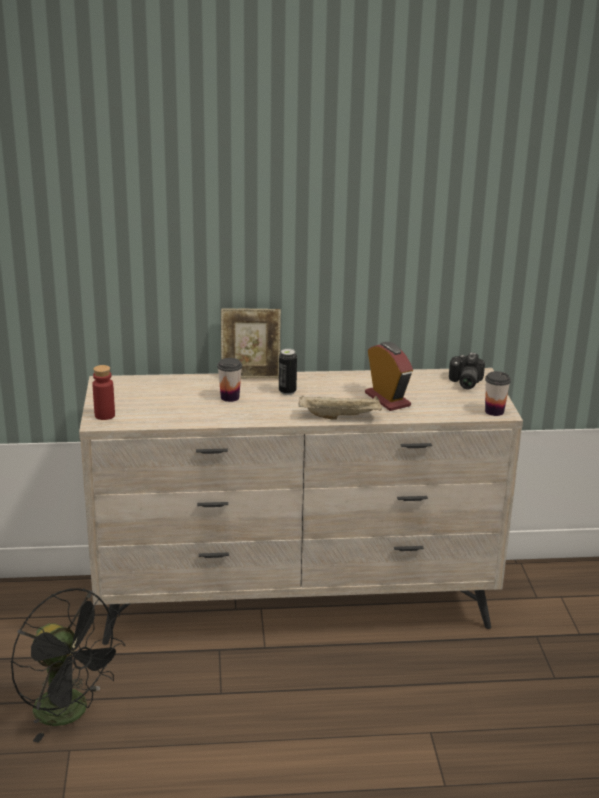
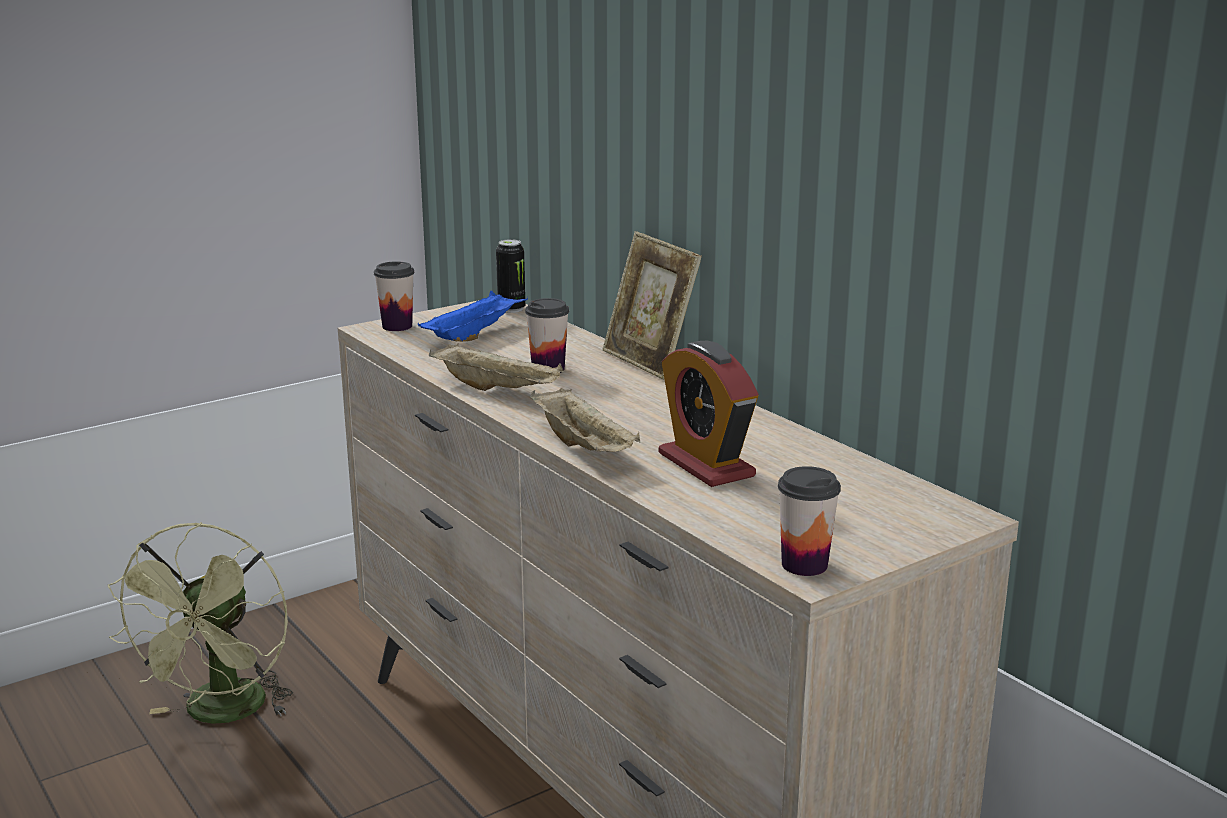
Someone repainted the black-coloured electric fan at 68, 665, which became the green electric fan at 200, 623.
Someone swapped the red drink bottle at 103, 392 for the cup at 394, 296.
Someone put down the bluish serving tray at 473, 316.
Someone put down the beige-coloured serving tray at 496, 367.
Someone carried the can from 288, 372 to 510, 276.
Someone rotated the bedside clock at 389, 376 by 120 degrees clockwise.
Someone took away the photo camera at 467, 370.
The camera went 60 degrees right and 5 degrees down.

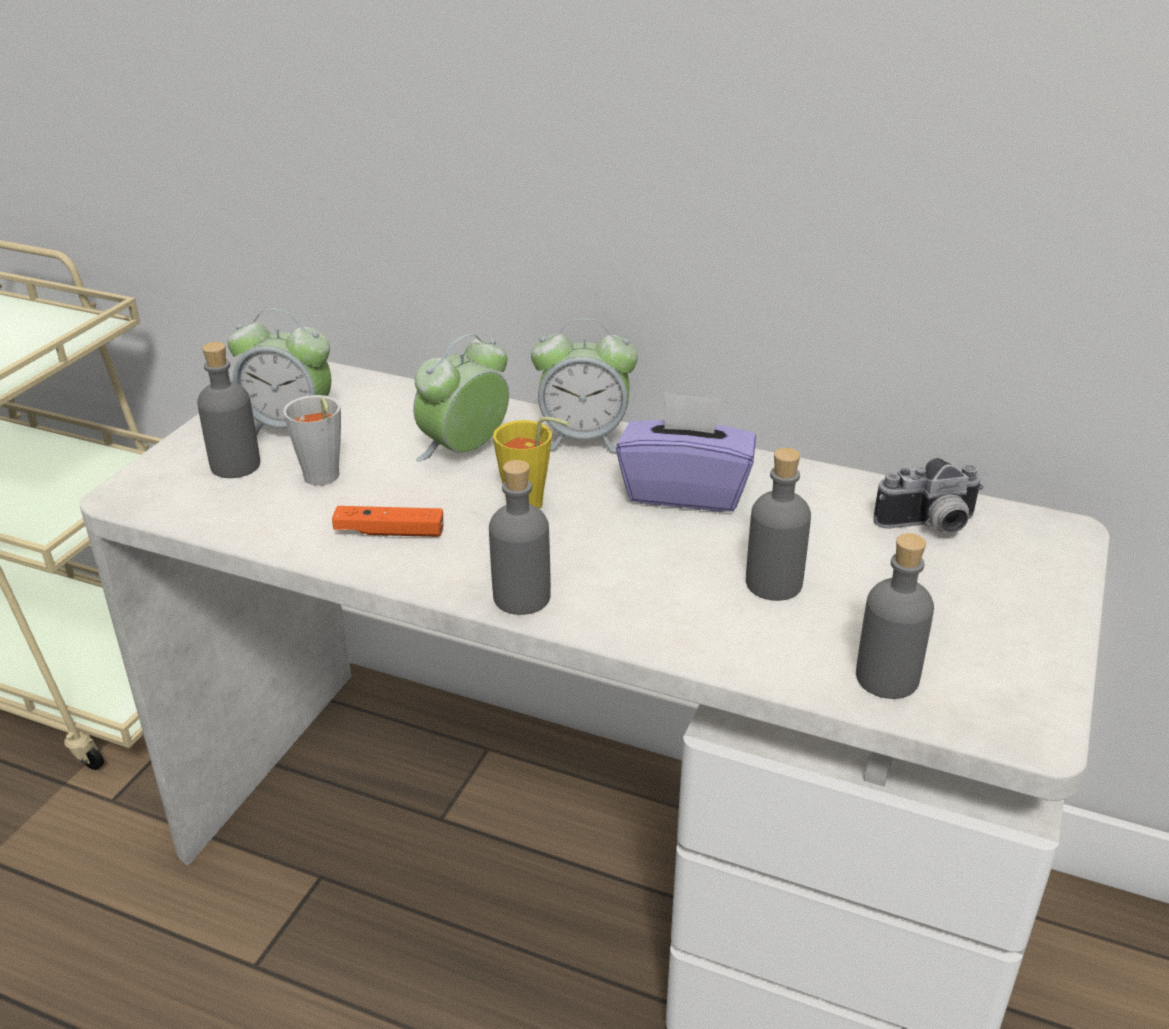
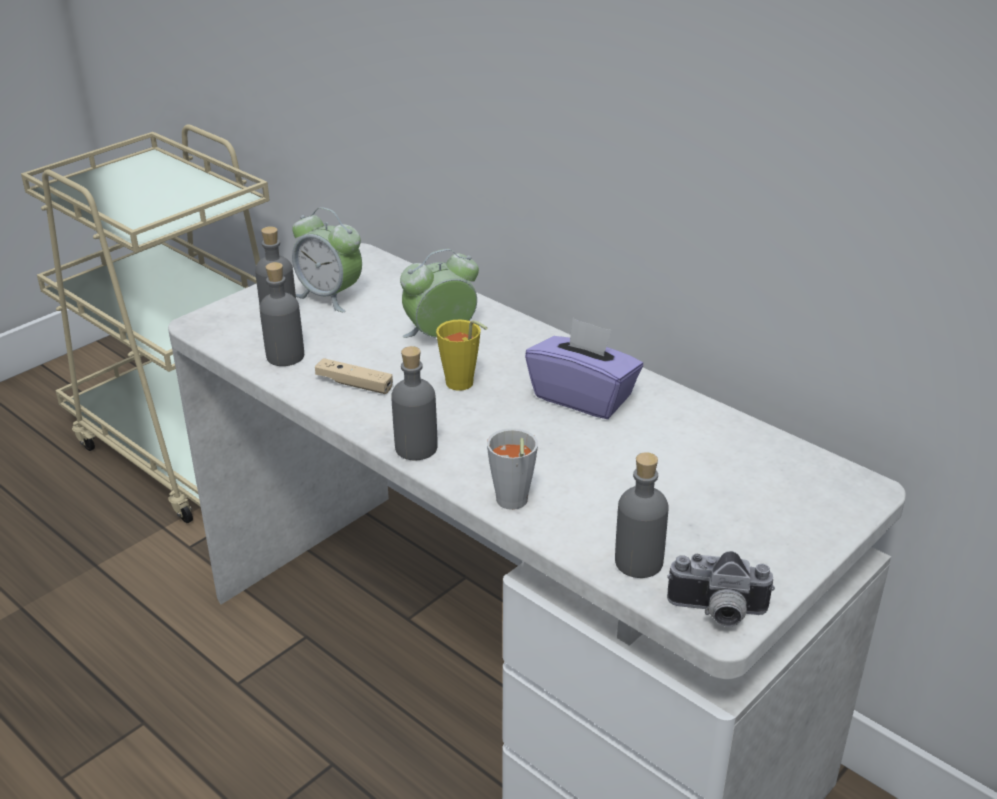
Someone carried the gray drink bottle from 778, 524 to 282, 314.
Someone repainted the orangey gamepad at 387, 521, which became the beige-coloured gamepad at 354, 376.
Someone carried the gray cup from 312, 440 to 512, 469.
Someone carried the photo camera from 929, 495 to 721, 589.
Someone took away the bedside clock at 584, 386.
The camera went 20 degrees right and 0 degrees up.

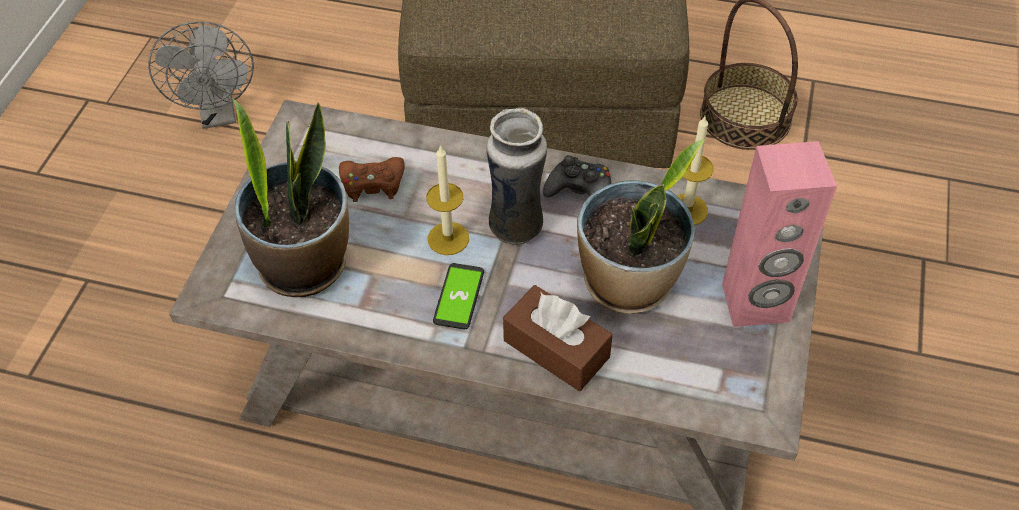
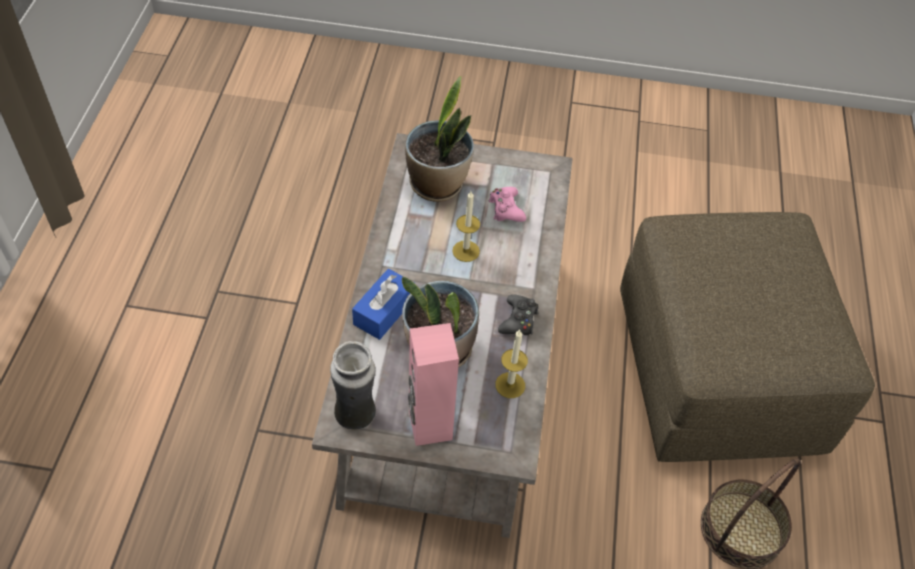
Someone carried the decorative vase from 517, 176 to 353, 385.
Someone repainted the brown-coloured tissue box at 558, 338, which became the bluish tissue box at 381, 304.
Someone repainted the brown-coloured gamepad at 372, 179, which became the pinkish gamepad at 507, 204.
Someone took away the gray electric fan at 201, 75.
Someone took away the handset at 458, 296.
The camera went 80 degrees right and 0 degrees up.

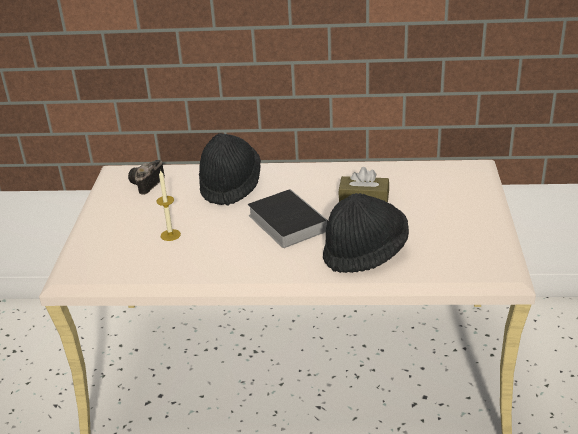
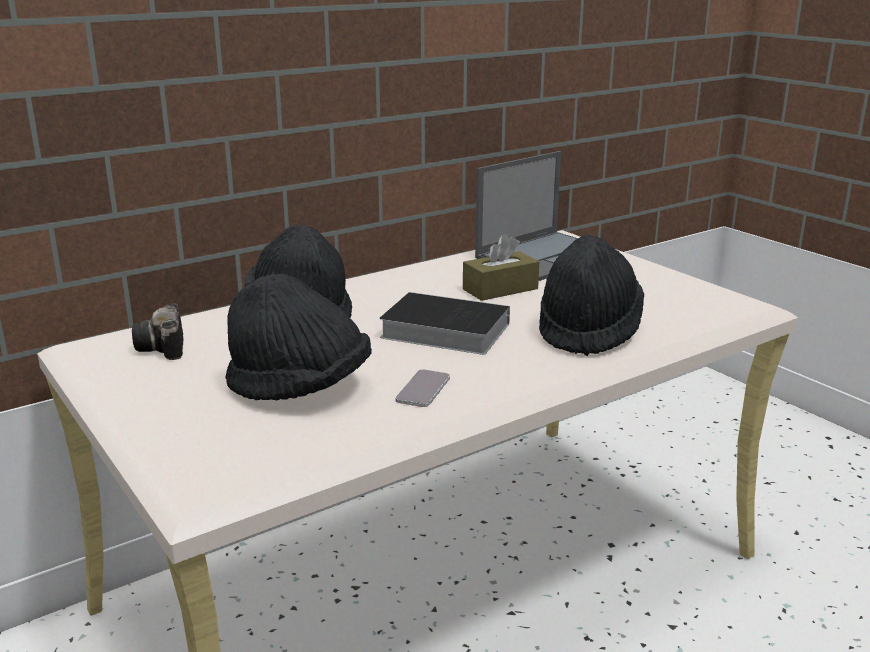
Someone swapped the candle at 168, 205 for the black-coloured wearable hat at 298, 337.
Someone put down the handset at 422, 388.
Someone put down the portable computer at 547, 216.
The camera went 40 degrees left and 10 degrees down.

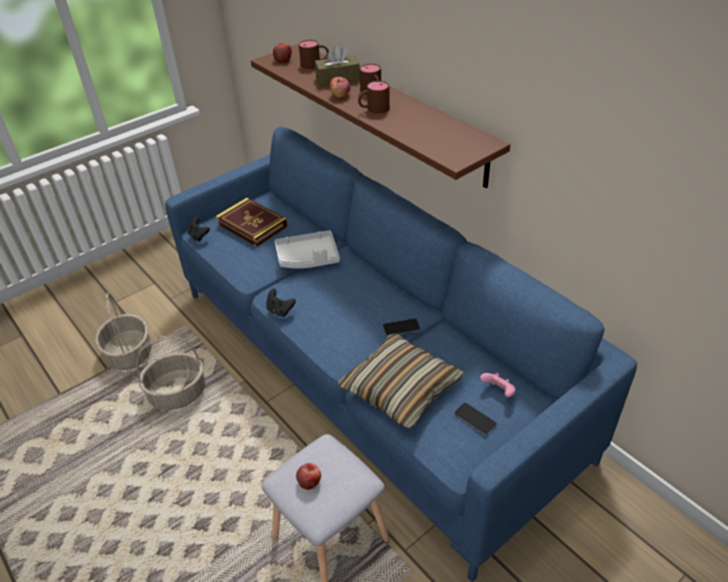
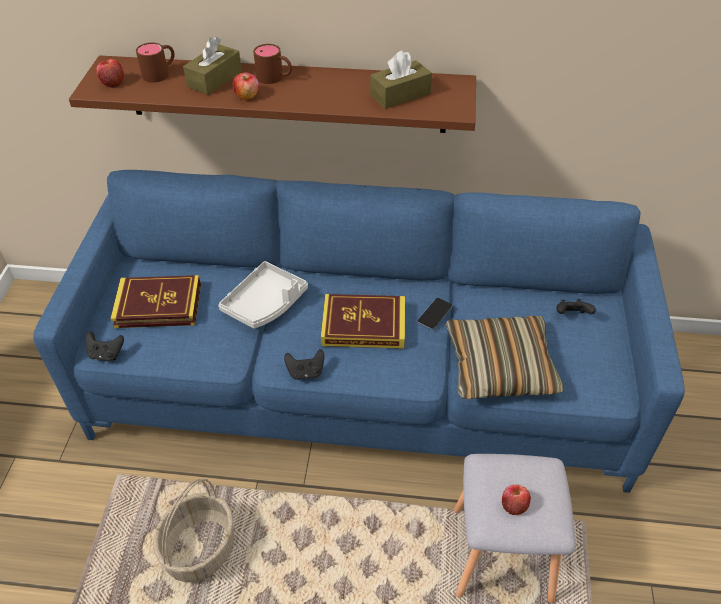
Someone put down the book at 363, 321.
Someone put down the brown-coloured tissue box at 401, 80.
Someone repainted the pinkish gamepad at 498, 385, which became the black-coloured gamepad at 576, 306.
Someone took away the basket at 123, 331.
Someone took away the brown-coloured tea mug at 374, 97.
Someone took away the handset at 475, 419.
The camera went 45 degrees left and 5 degrees up.

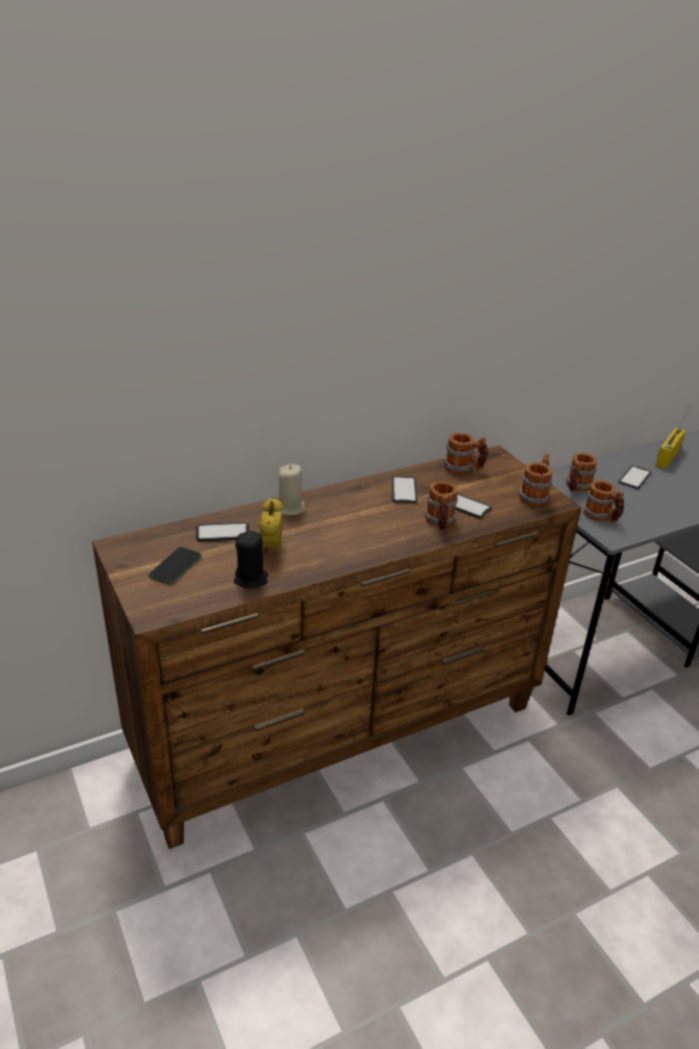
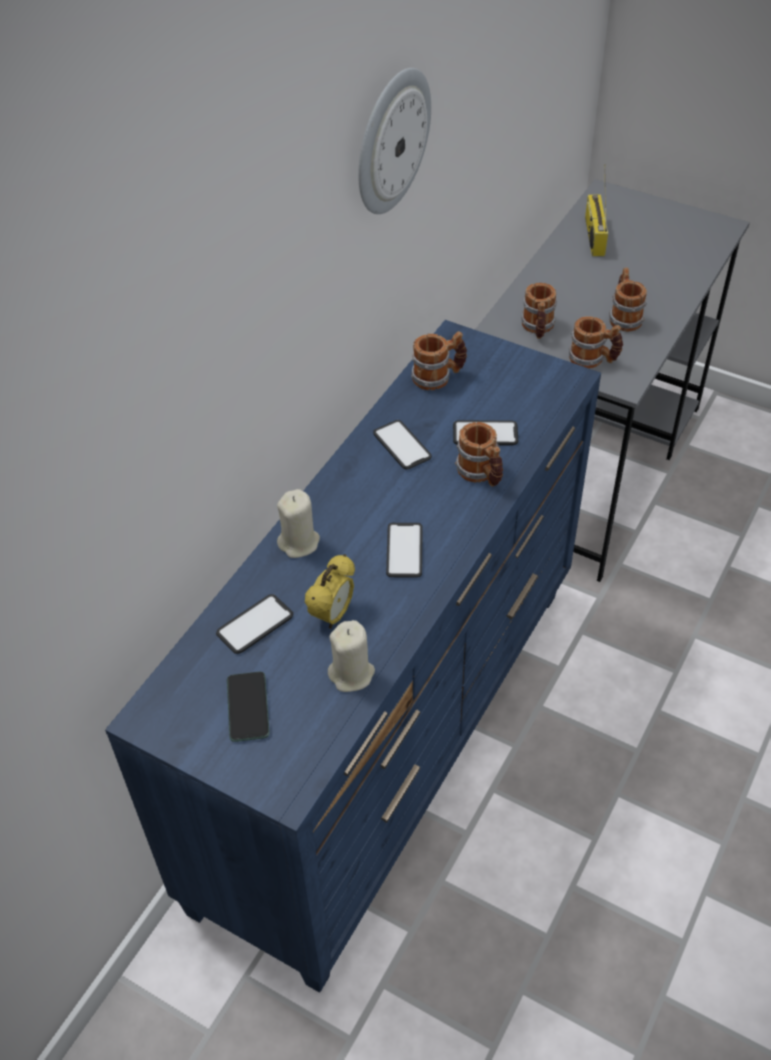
Someone repainted the brown-coloured dresser at 337, 647, which became the bluish dresser at 353, 656.
Someone rotated the bedside clock at 271, 526 by 120 degrees counterclockwise.
Someone repainted the black-coloured candle at 251, 560, which became the beige-coloured candle at 351, 656.
Someone put up the clock on the wall at 394, 141.
Someone carried the handset from 635, 477 to 404, 550.
Someone carried the tea mug from 536, 480 to 628, 300.
The camera went 30 degrees left and 15 degrees up.

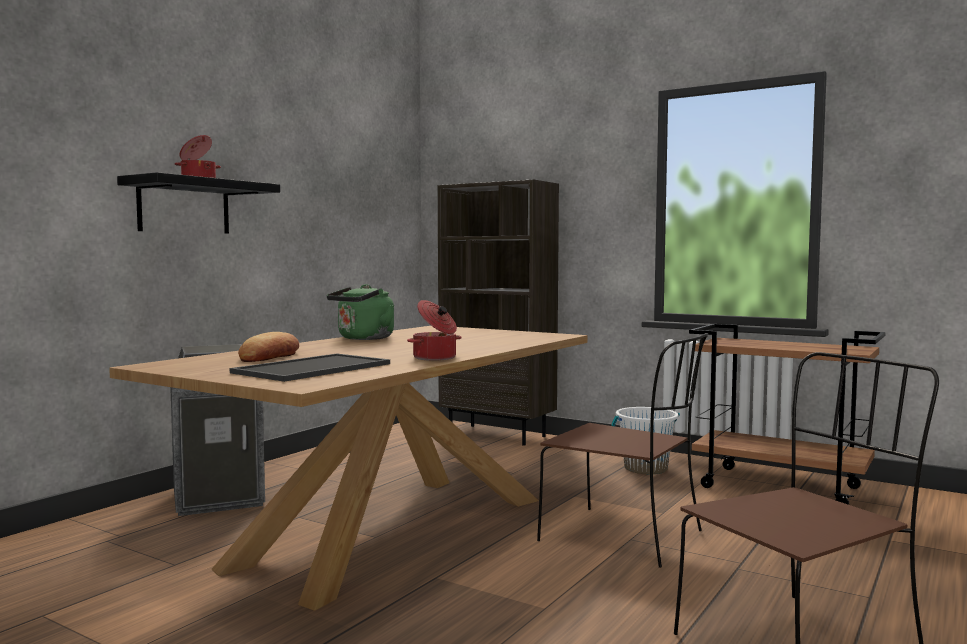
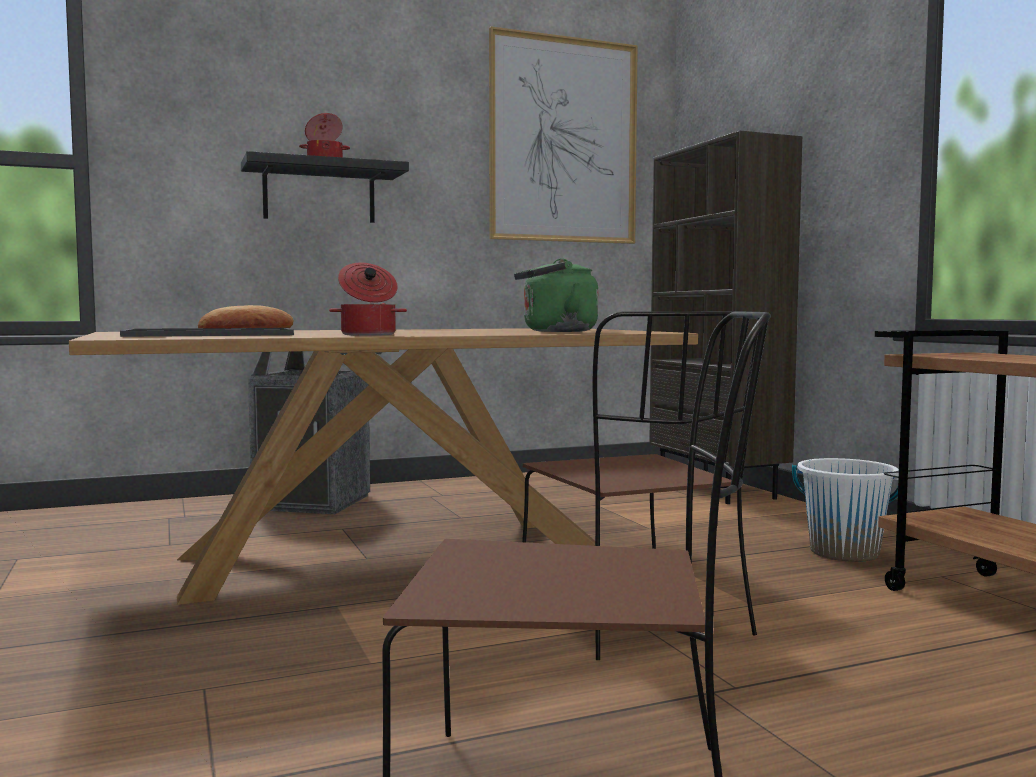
Someone put up the wall picture at 563, 135.
Someone carried the green kettle from 360, 312 to 556, 295.
The camera went 35 degrees right and 0 degrees up.

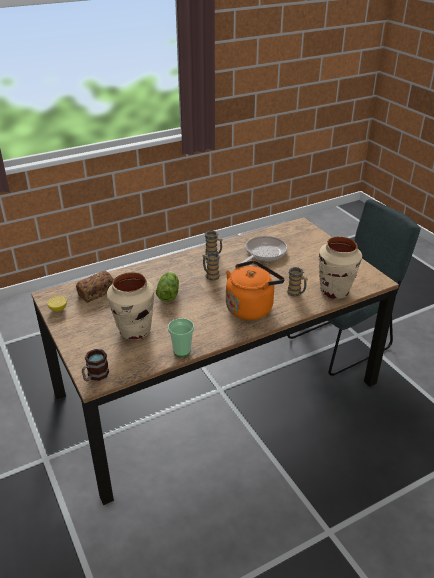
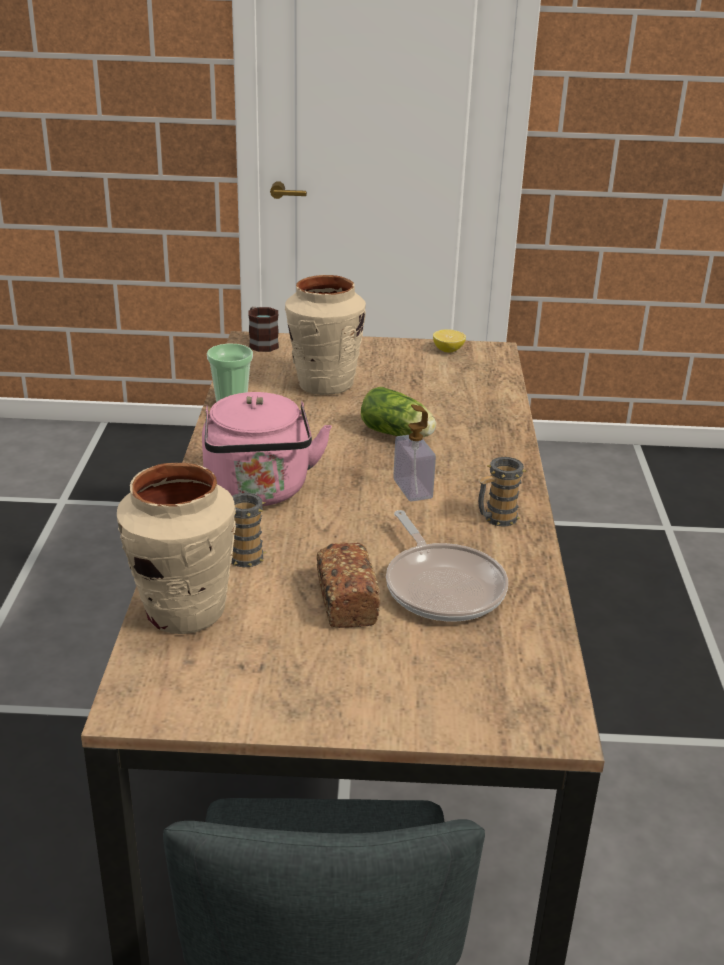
Someone repainted the orangey kettle at 255, 290, which became the pinkish kettle at 267, 449.
Someone carried the baked bread from 95, 287 to 348, 585.
Someone swapped the tea mug at 211, 266 for the liquid soap bottle at 414, 452.
The camera went 120 degrees right and 5 degrees down.

